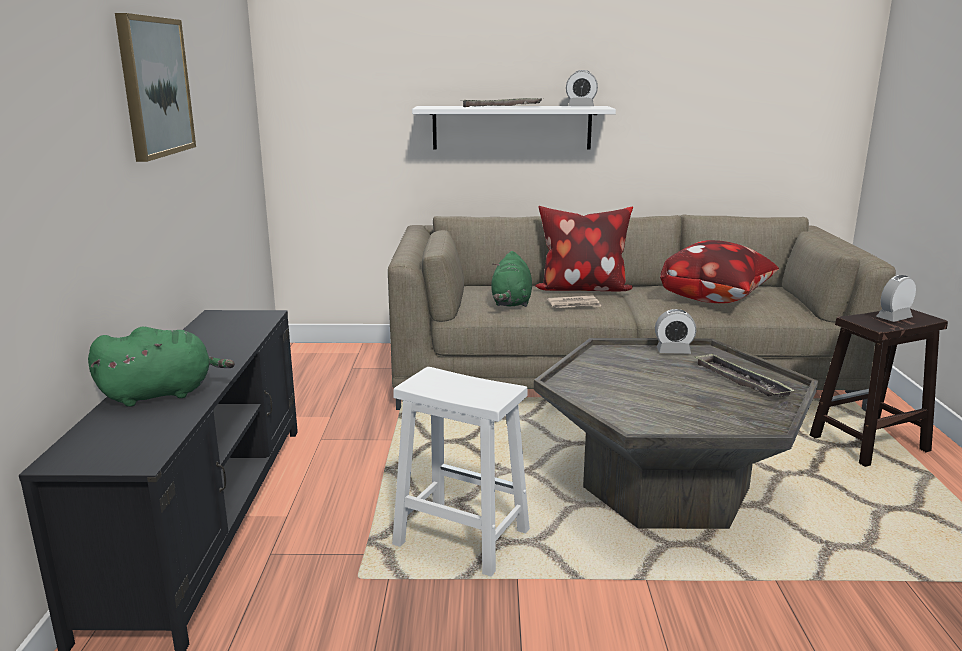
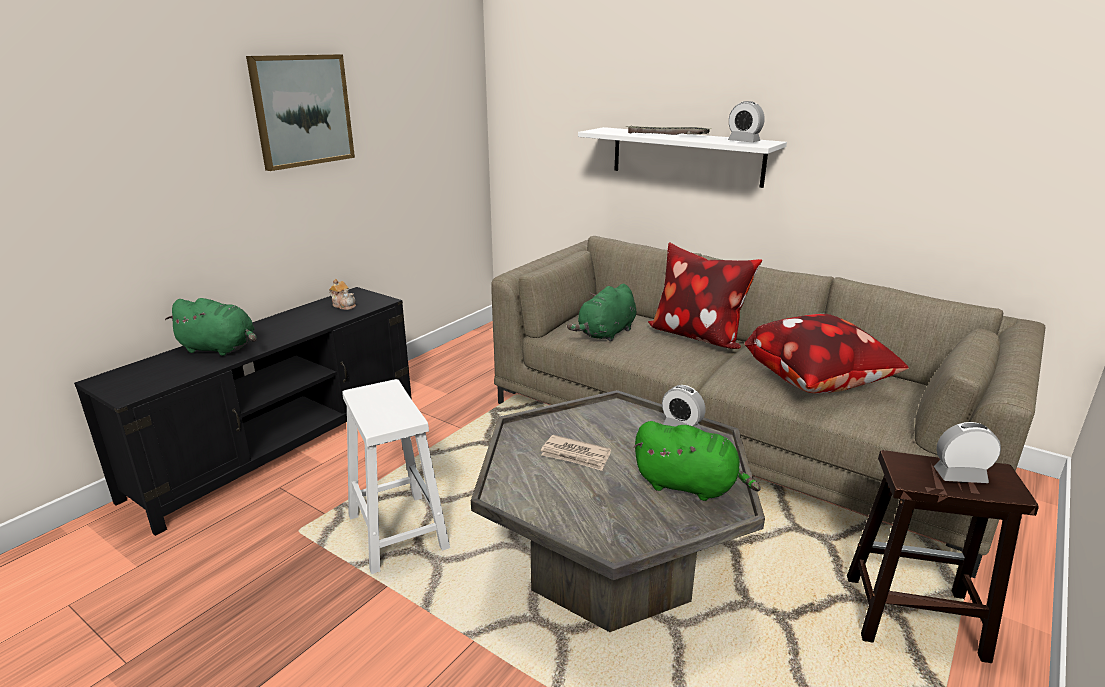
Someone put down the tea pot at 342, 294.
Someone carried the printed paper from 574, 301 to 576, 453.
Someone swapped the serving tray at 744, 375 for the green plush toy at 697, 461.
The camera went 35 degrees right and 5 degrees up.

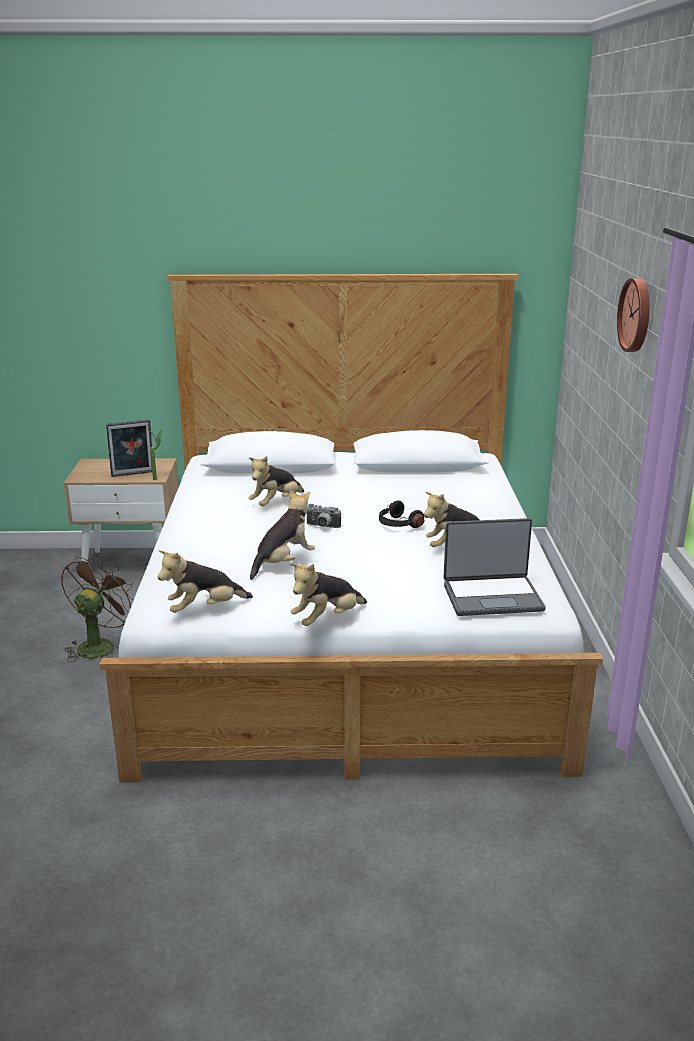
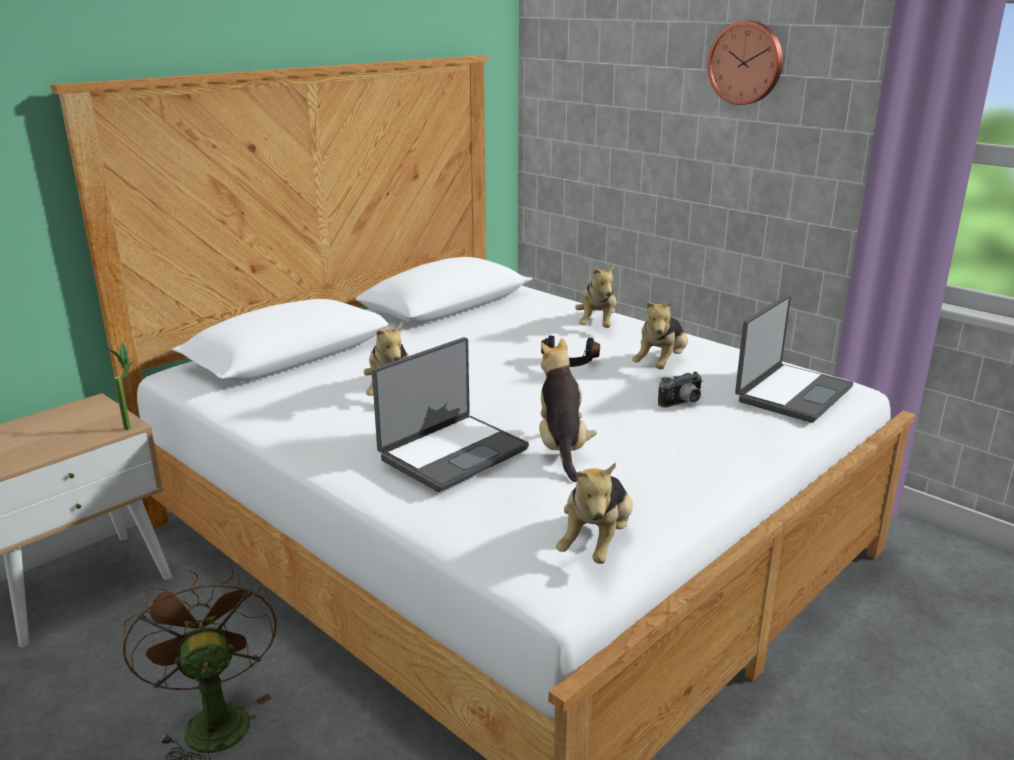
Someone put down the portable computer at 450, 414.
Someone carried the plush toy from 328, 594 to 595, 296.
Someone carried the photo camera from 324, 516 to 680, 390.
Someone took away the photo frame at 129, 448.
The camera went 45 degrees left and 0 degrees up.

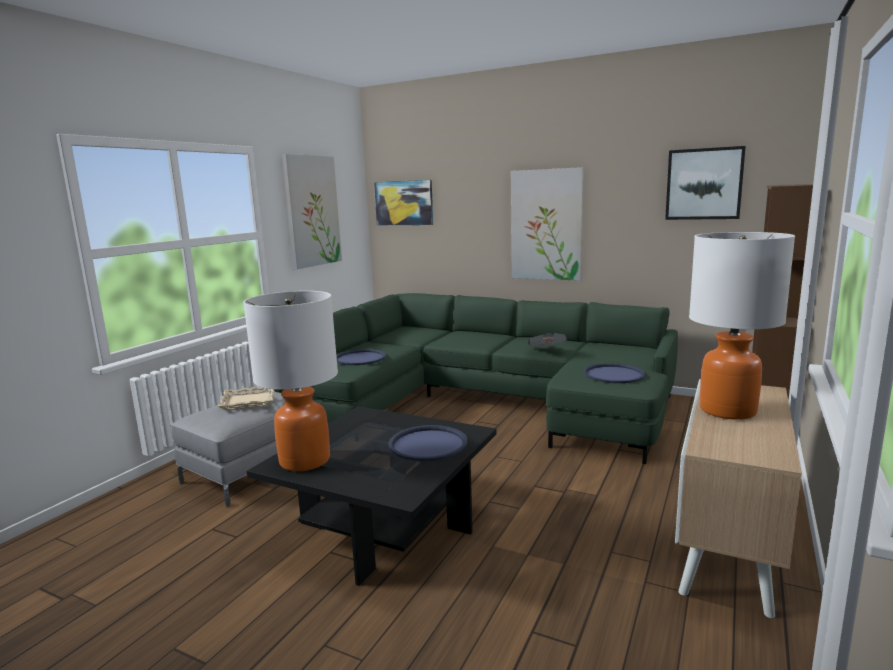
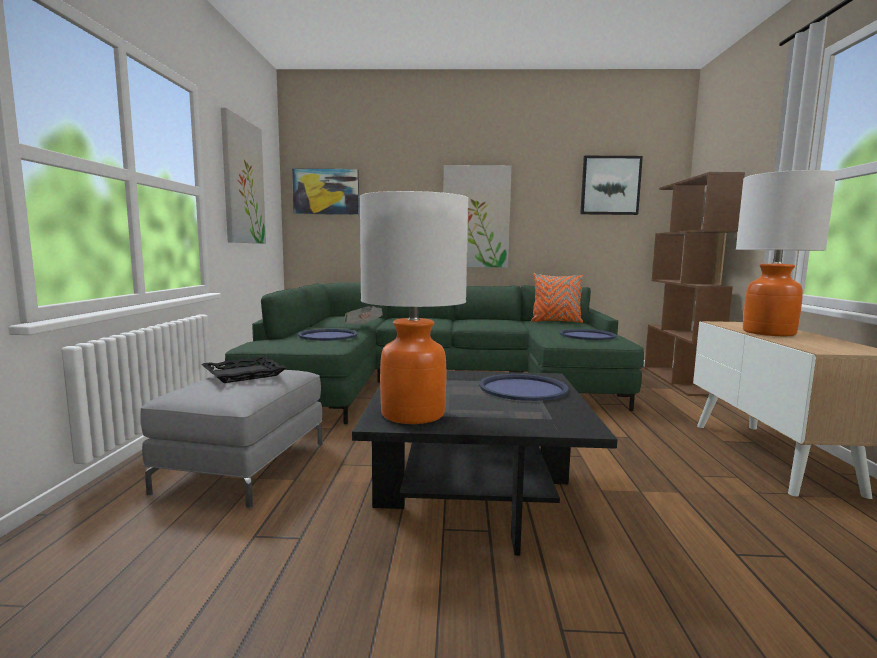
Someone repainted the beige-coloured serving tray at 246, 398, which became the black-coloured serving tray at 244, 369.
Someone carried the printed paper from 547, 339 to 363, 315.
Someone put down the orangey pillow at 557, 298.
The camera went 25 degrees left and 5 degrees down.

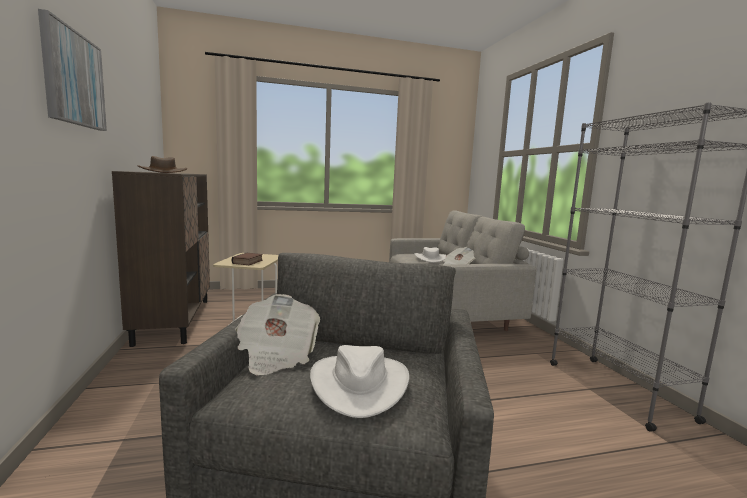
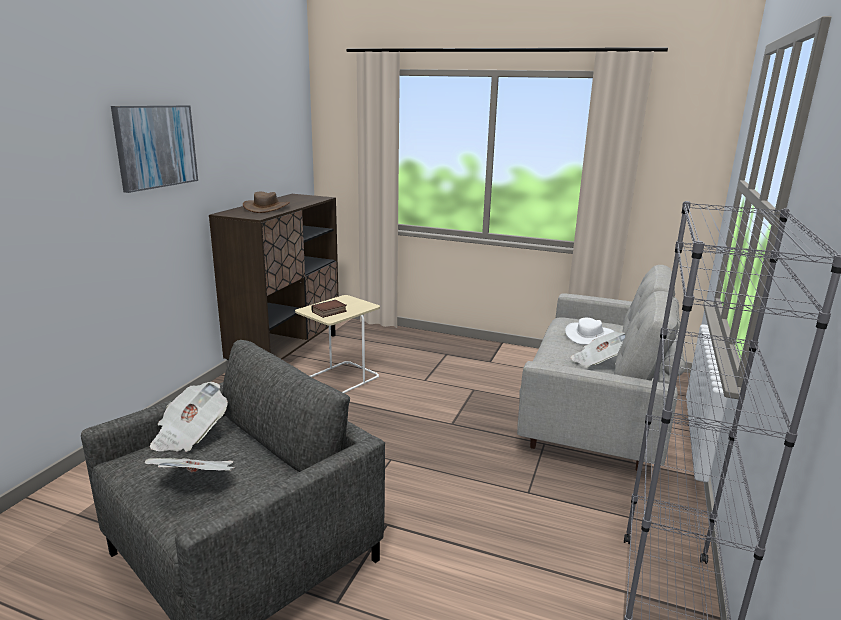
Someone swapped the whitish wearable hat at 359, 381 for the printed paper at 189, 465.
The camera went 35 degrees right and 10 degrees up.

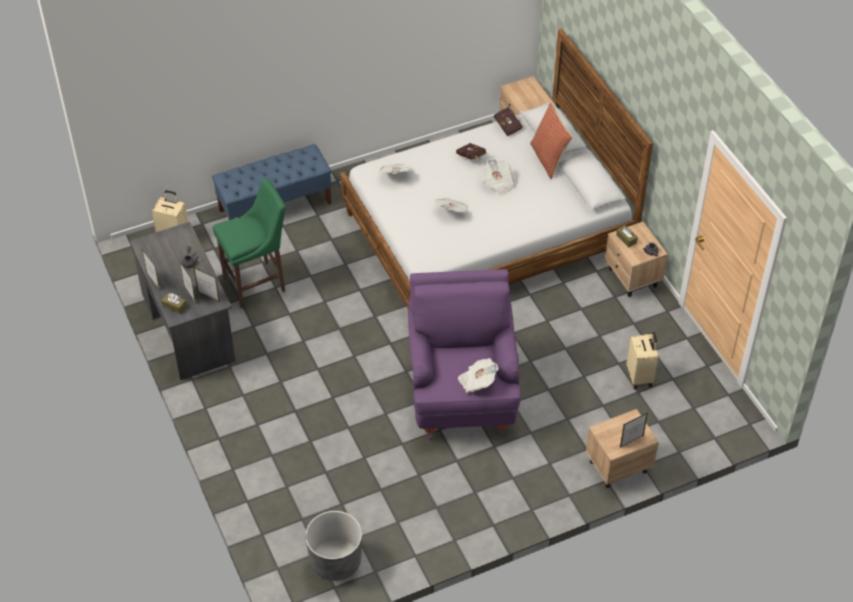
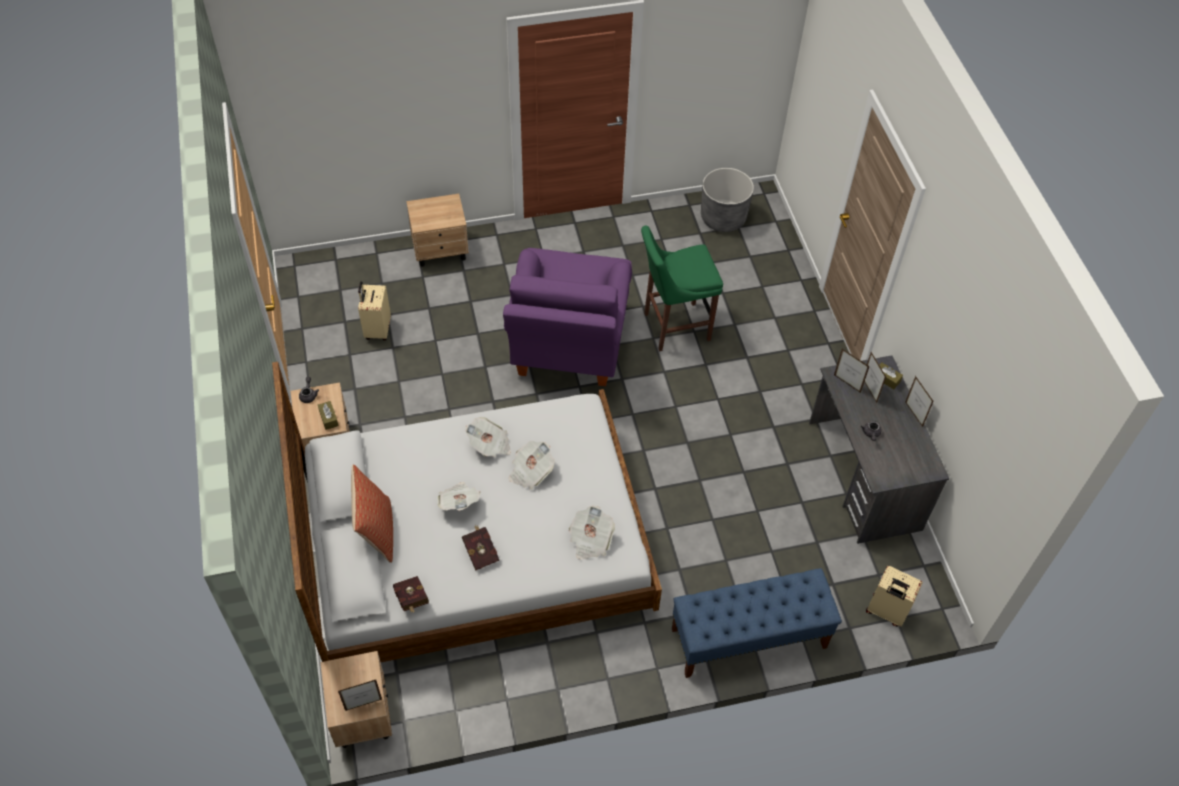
Someone carried the photo frame from 634, 430 to 360, 695.
Someone carried the printed paper from 478, 375 to 488, 437.
Someone carried the green stool from 249, 243 to 682, 288.
The camera went 170 degrees left and 5 degrees up.

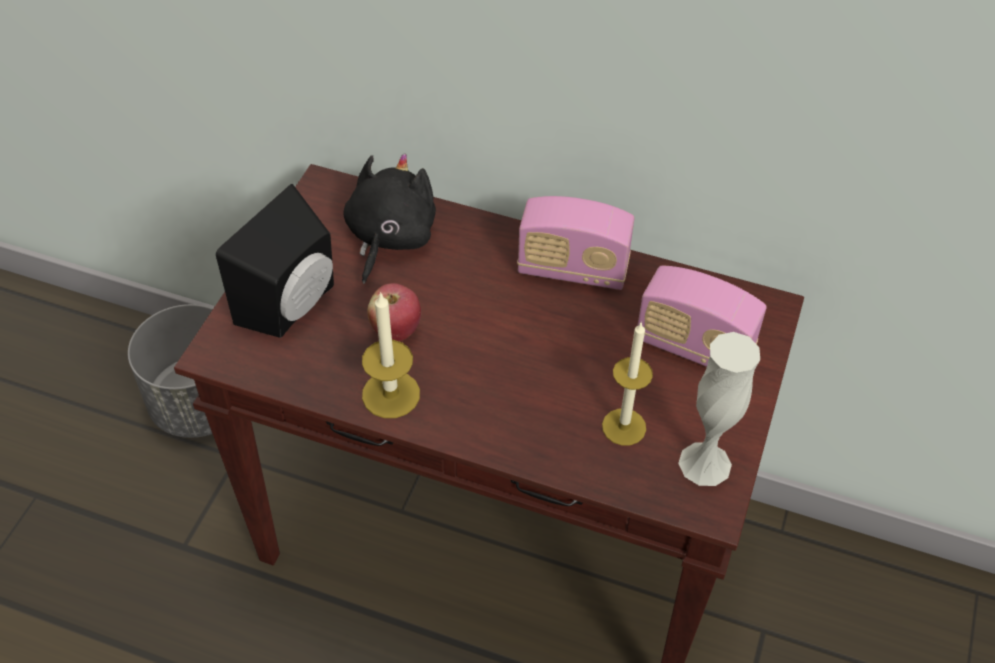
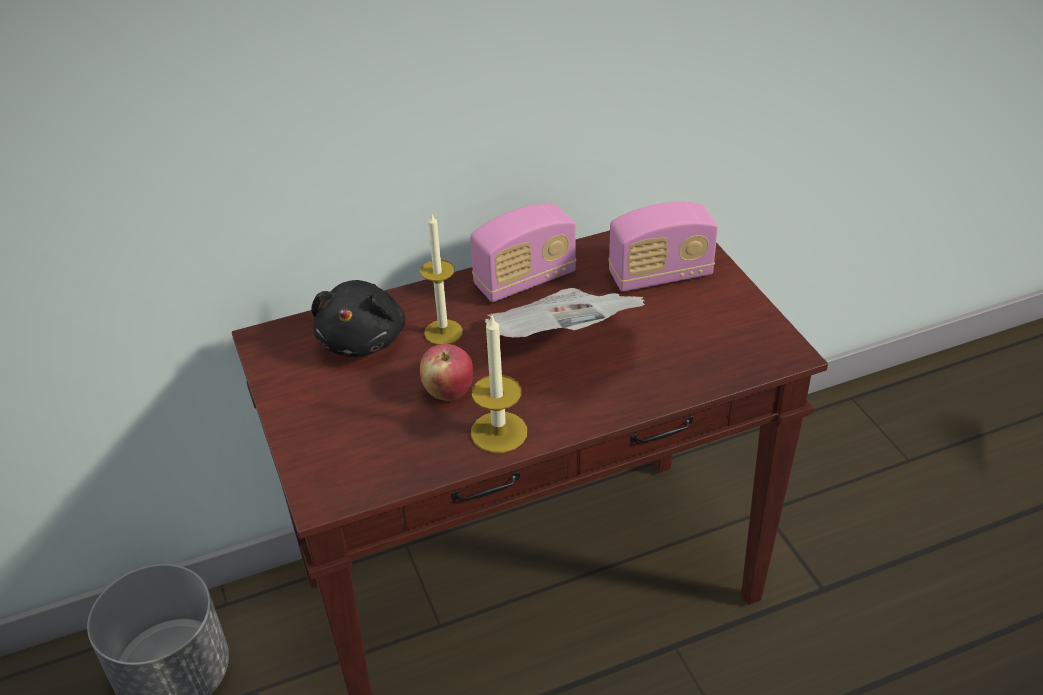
Someone rotated the black-coloured plush toy at 390, 218 by 150 degrees counterclockwise.
Someone carried the candle from 627, 383 to 441, 278.
Someone put down the printed paper at 565, 312.
Someone took away the black-coloured speaker at 275, 261.
Someone took away the whitish decorative vase at 719, 409.
The camera went 40 degrees left and 10 degrees down.

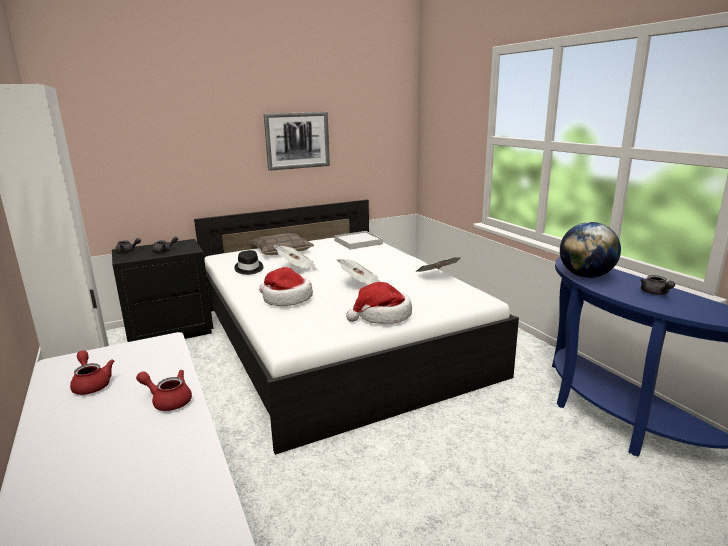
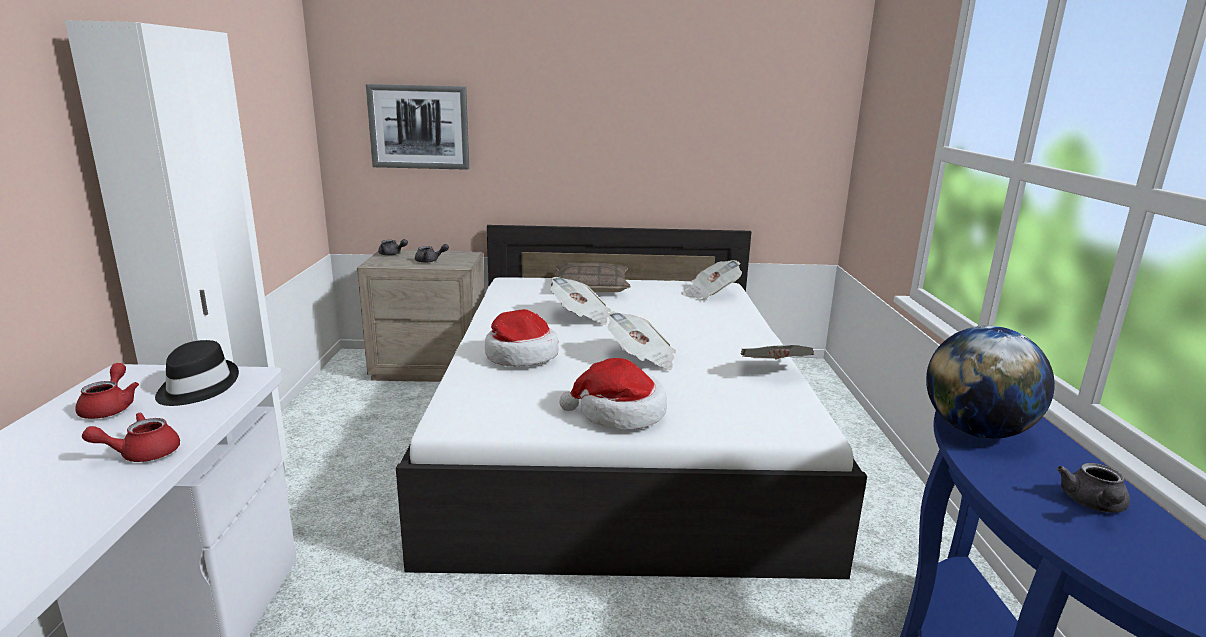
Someone rotated the red tea pot at 164, 390 by 75 degrees counterclockwise.
Someone carried the black-coloured wearable hat from 248, 262 to 197, 373.
Someone repainted the black-coloured night table at 162, 290, which became the beige-coloured night table at 421, 316.
Someone carried the wall picture from 297, 141 to 417, 127.
Someone swapped the whitish serving tray at 358, 240 for the printed paper at 712, 279.
The camera went 25 degrees right and 0 degrees up.

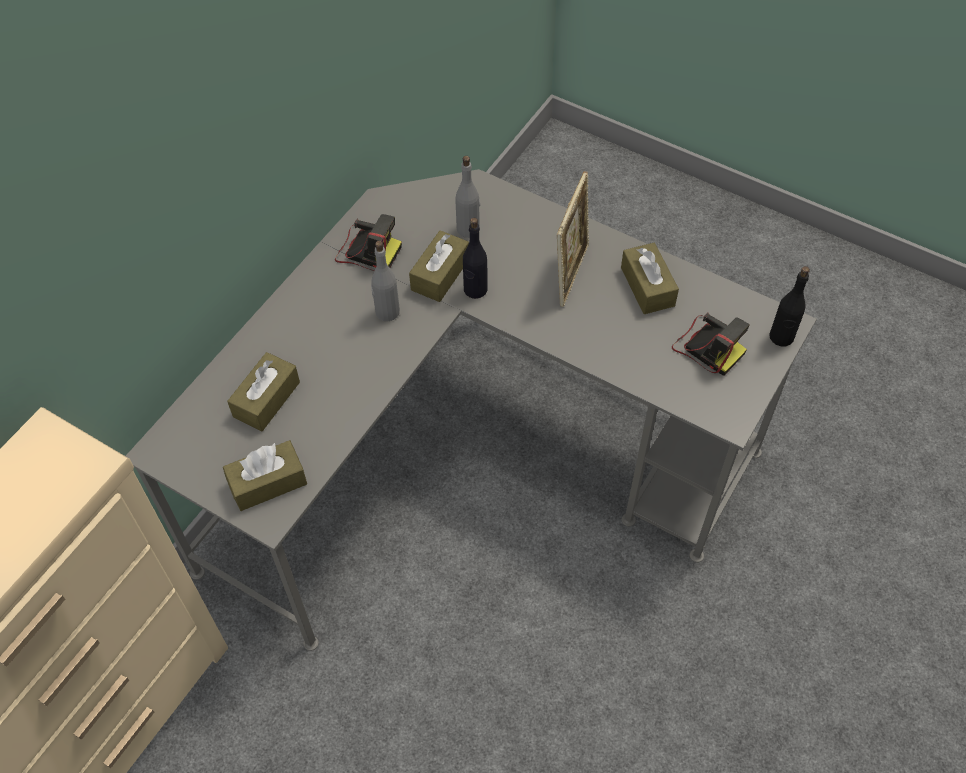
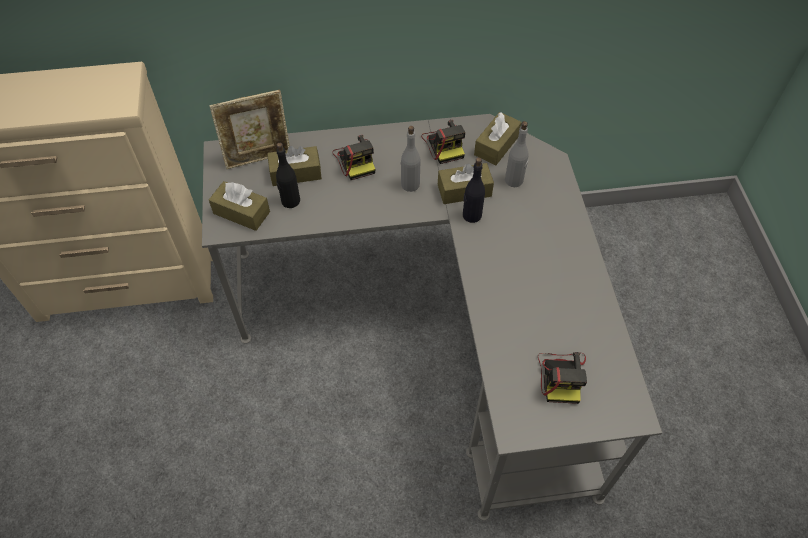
Someone carried the photo frame from 573, 239 to 249, 129.
Someone carried the black-coloured drink bottle from 789, 306 to 288, 175.
Someone put down the photo camera at 353, 157.
Someone carried the brown-coloured tissue box from 650, 278 to 498, 138.
The camera went 50 degrees right and 0 degrees up.

